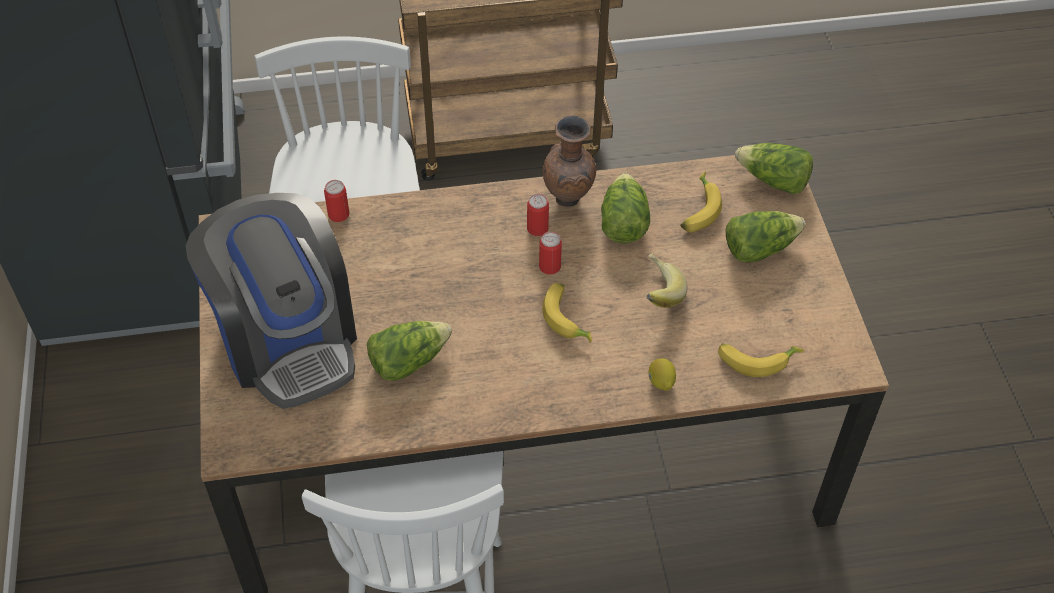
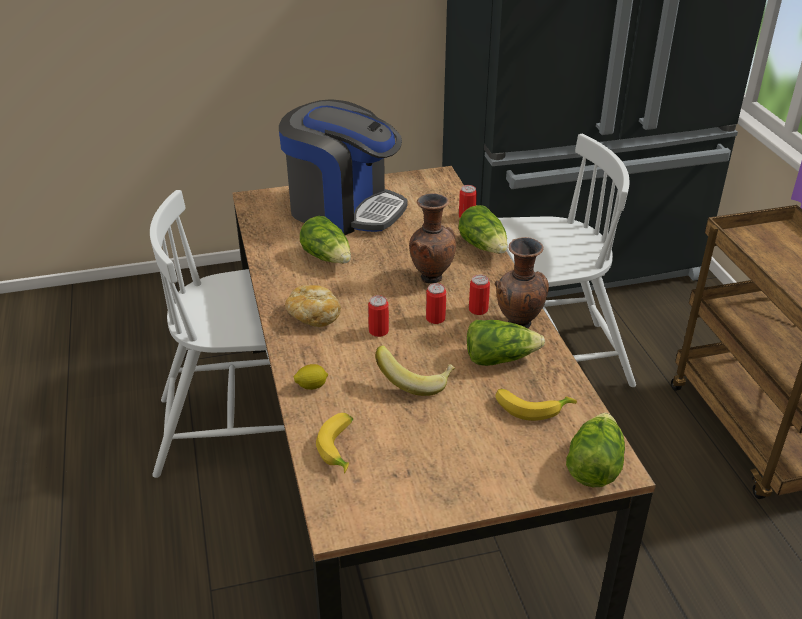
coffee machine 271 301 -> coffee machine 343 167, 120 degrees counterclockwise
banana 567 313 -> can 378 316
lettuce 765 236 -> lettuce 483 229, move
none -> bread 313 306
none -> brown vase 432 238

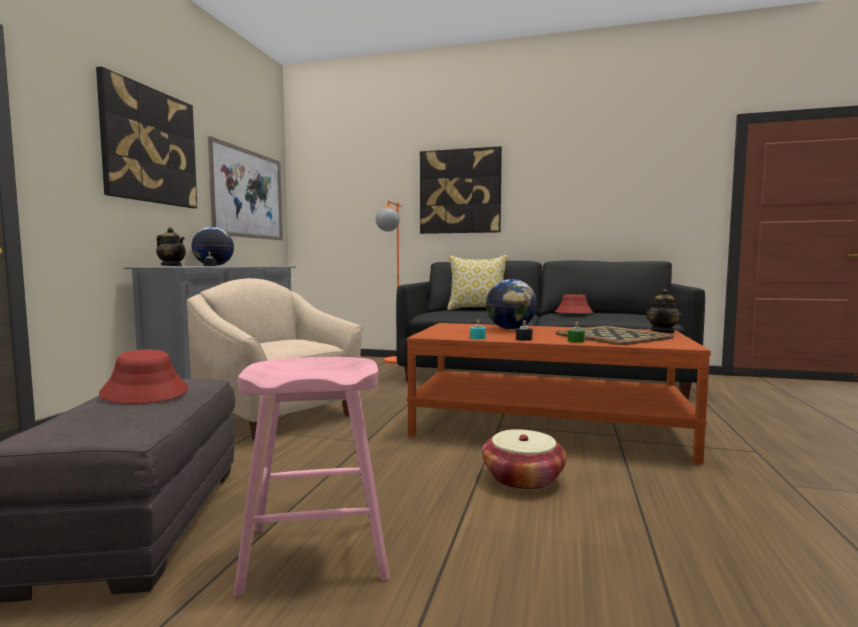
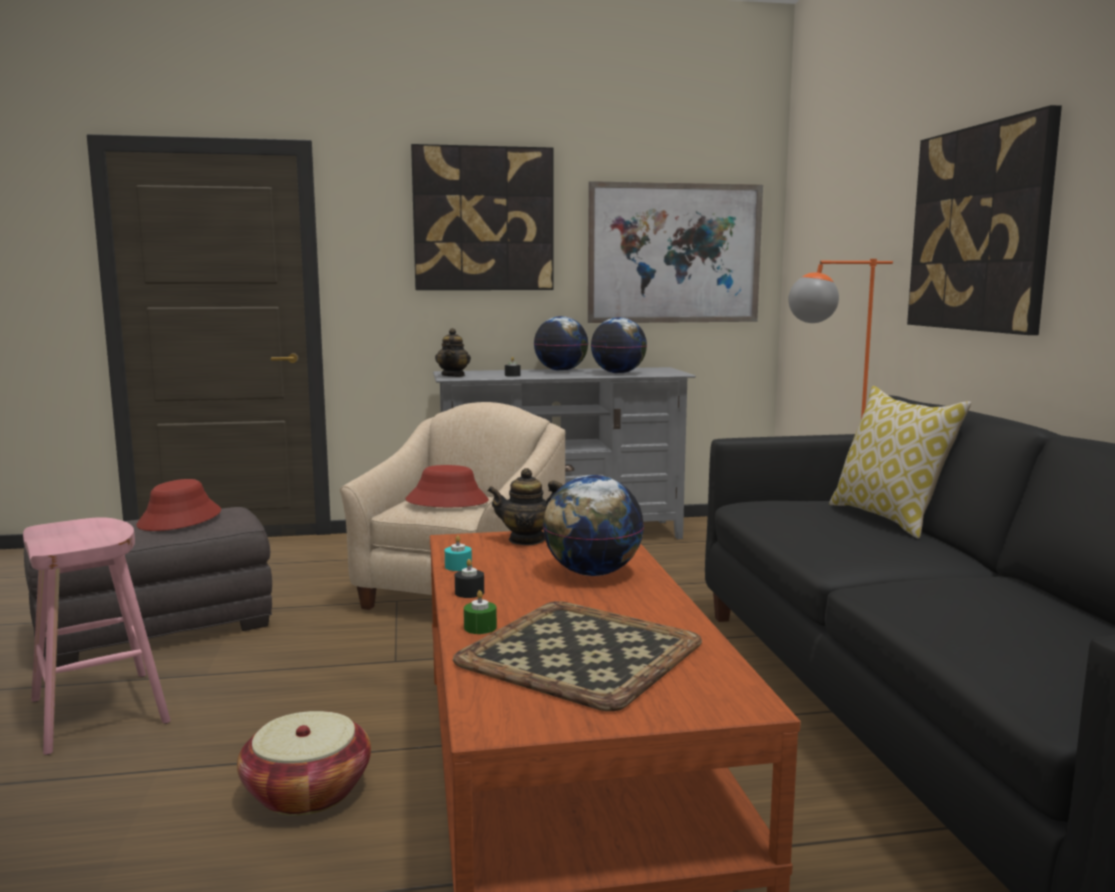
red hat 574 303 -> red hat 447 486, move
teapot 664 311 -> teapot 524 506, move
none -> globe 619 345

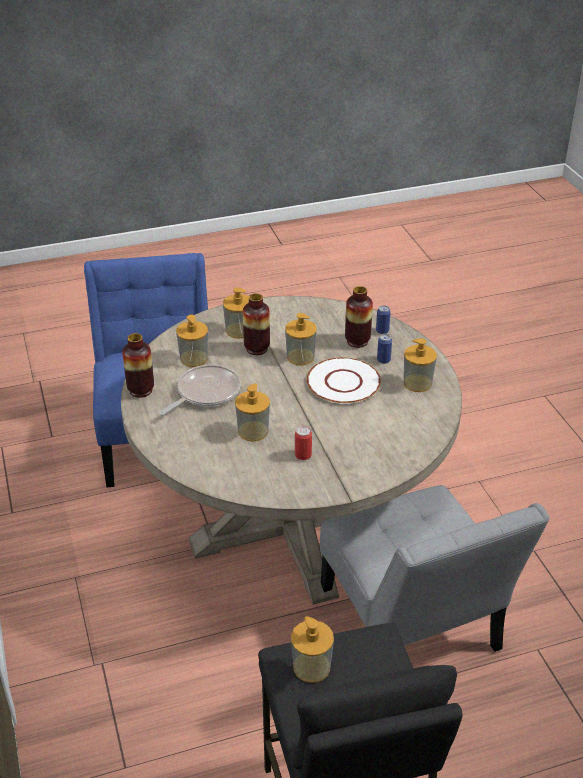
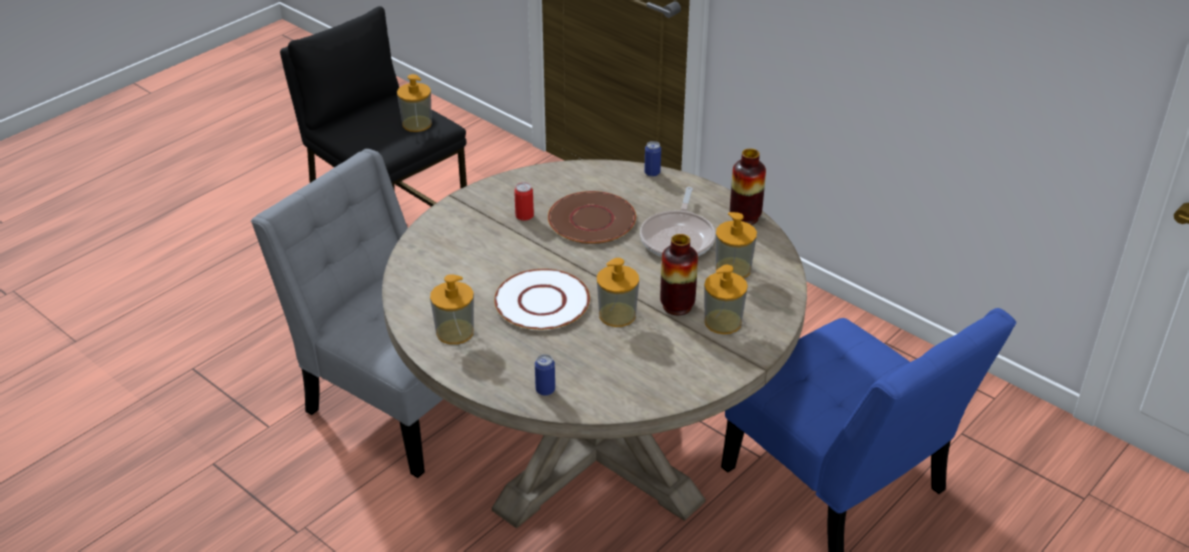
soap dispenser 252 412 -> brown plate 592 217
vase 359 317 -> none
can 384 349 -> can 652 159, move

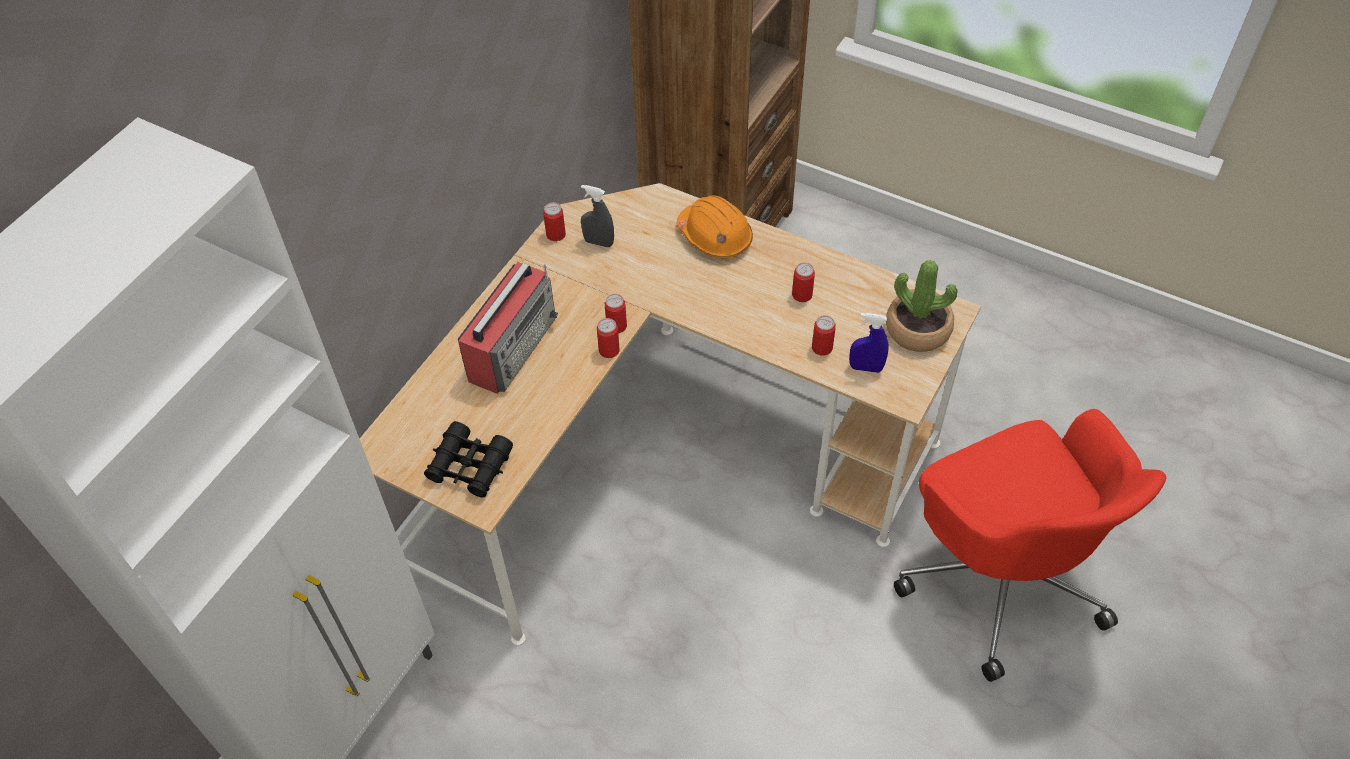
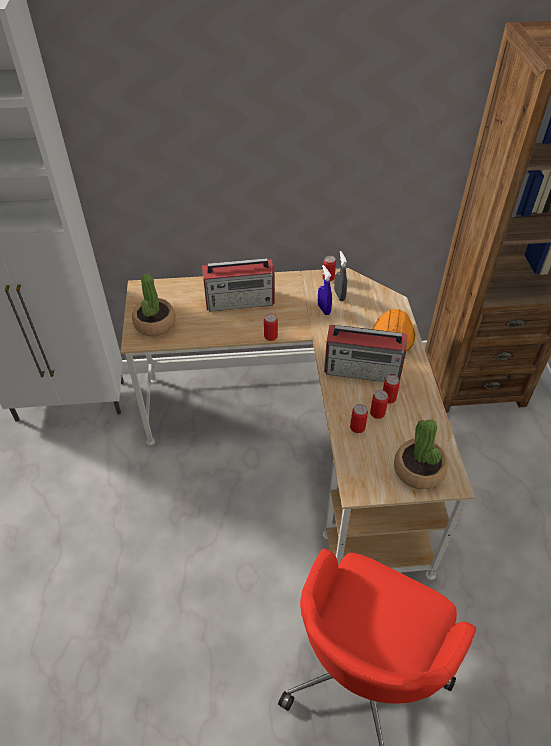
black binoculars 468 459 -> potted plant 154 305
can 616 313 -> can 379 404, move
blue spray bottle 869 343 -> blue spray bottle 325 290, move
none -> radio 365 353

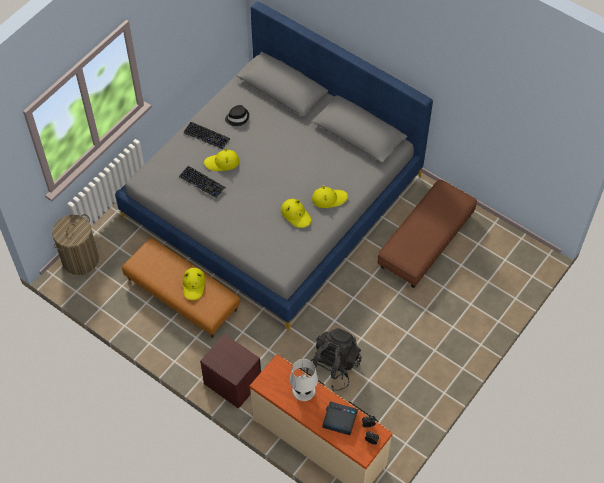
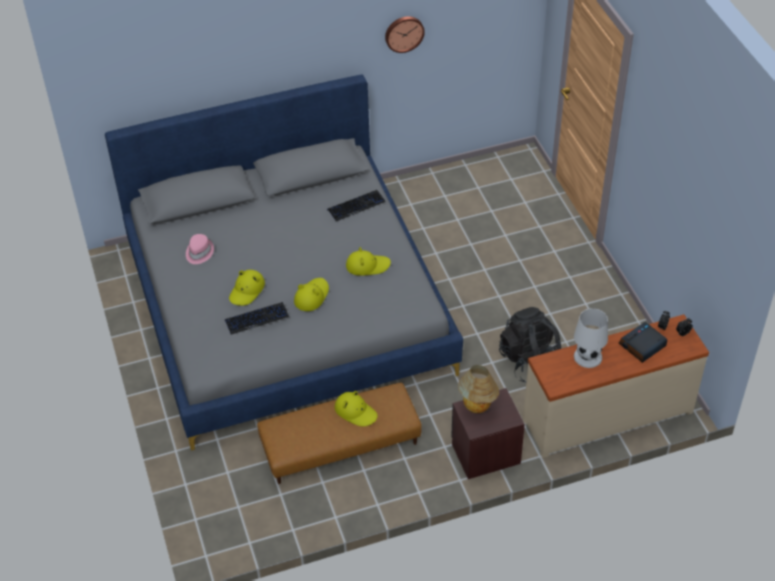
laundry basket 75 244 -> none
keyboard 206 135 -> keyboard 356 205, move
black hat 237 115 -> pink hat 200 249
yellow hat 330 196 -> yellow hat 311 294, move
brown ottoman 427 233 -> none
none -> wall clock 405 34
none -> table lamp 478 389

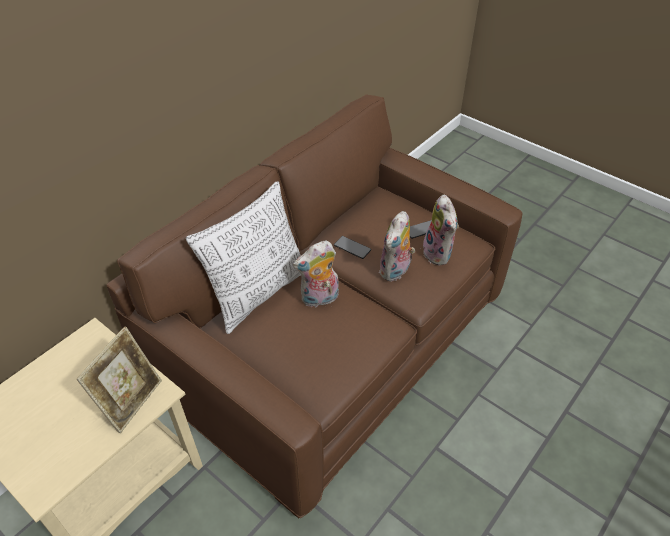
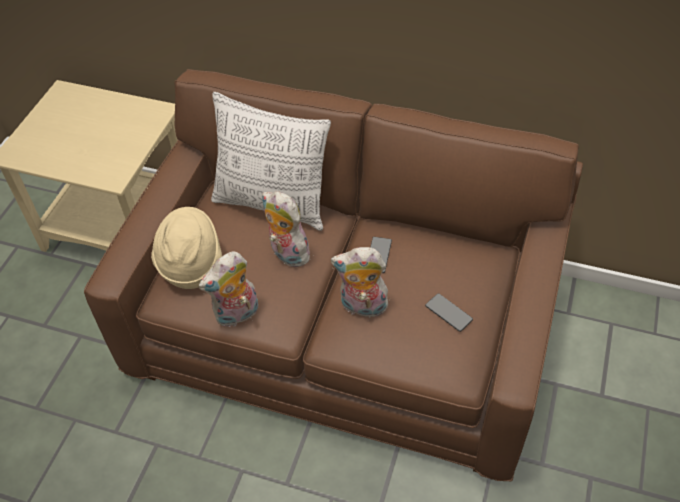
picture frame 119 379 -> none
plush toy 441 230 -> plush toy 228 289, move
none -> beige hat 186 248

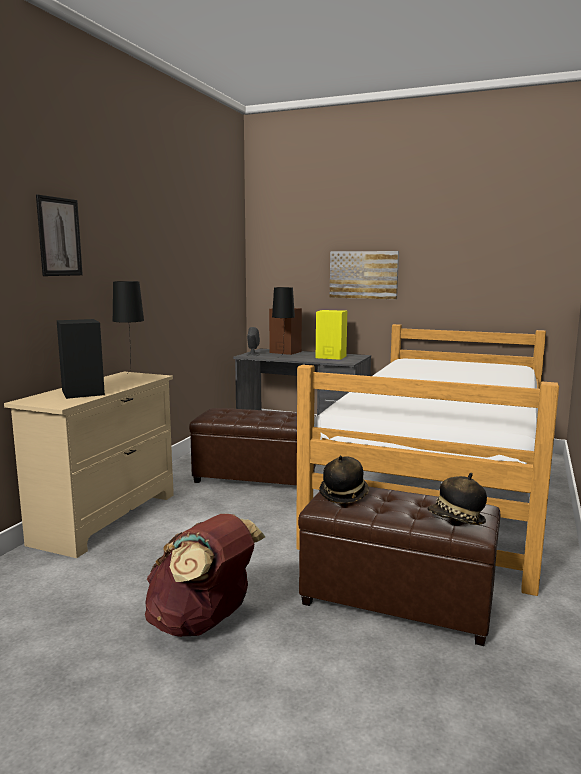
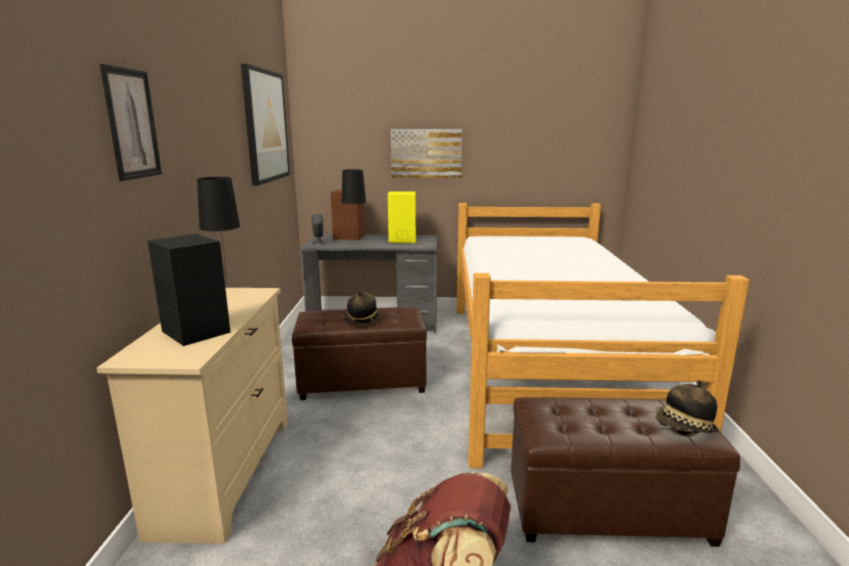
hat 344 479 -> hat 363 309, move
none -> picture 265 125

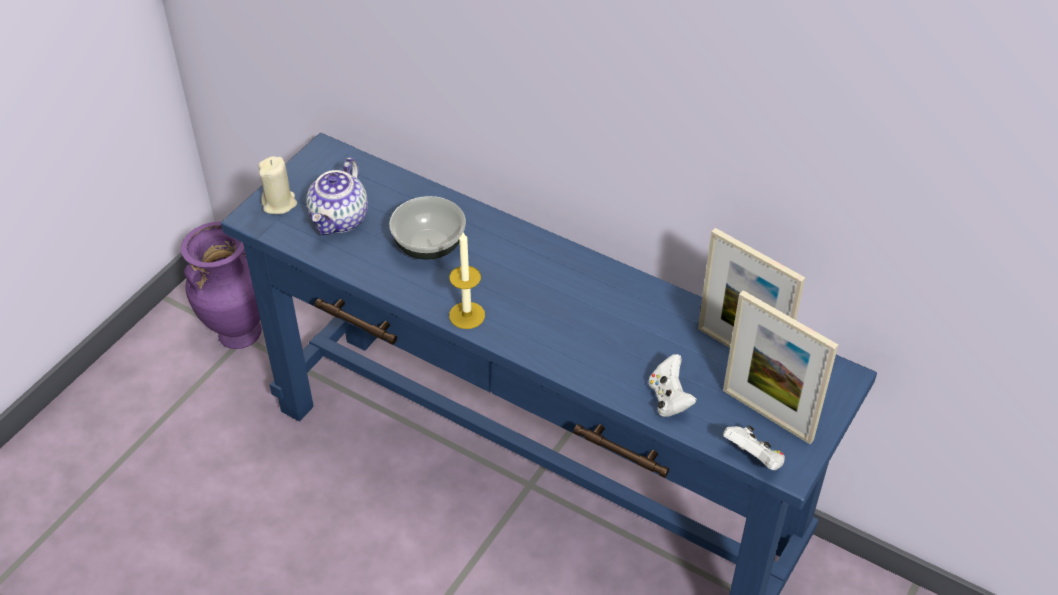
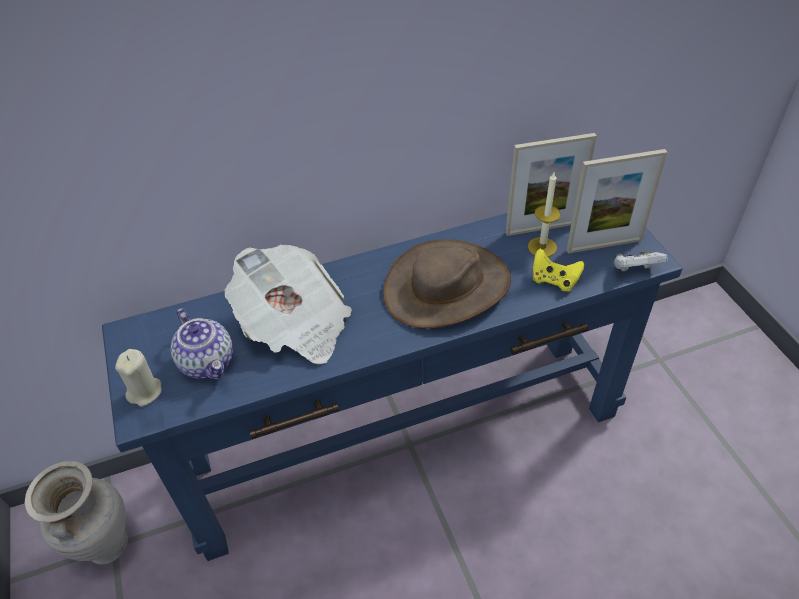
purple vase 221 285 -> beige vase 76 513
bowl 427 228 -> newspaper 288 305
candle 467 280 -> candle 544 215, move
white game controller 673 385 -> yellow game controller 558 269
none -> brown hat 447 284

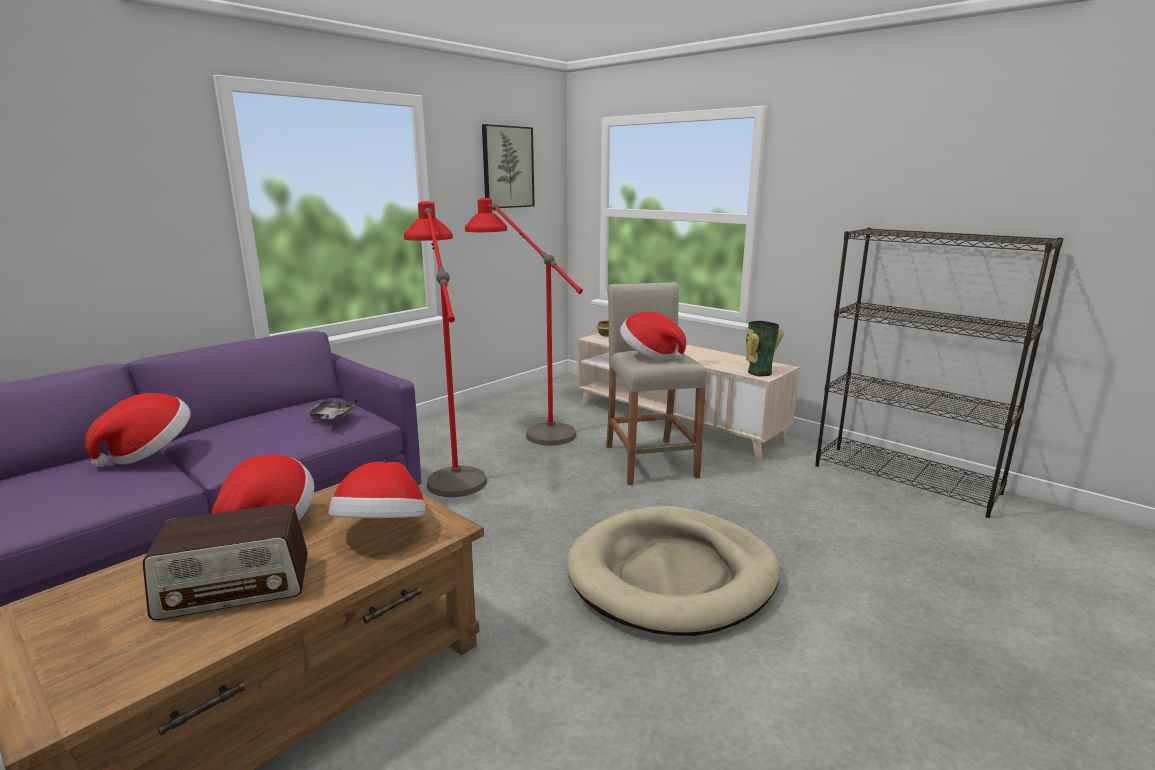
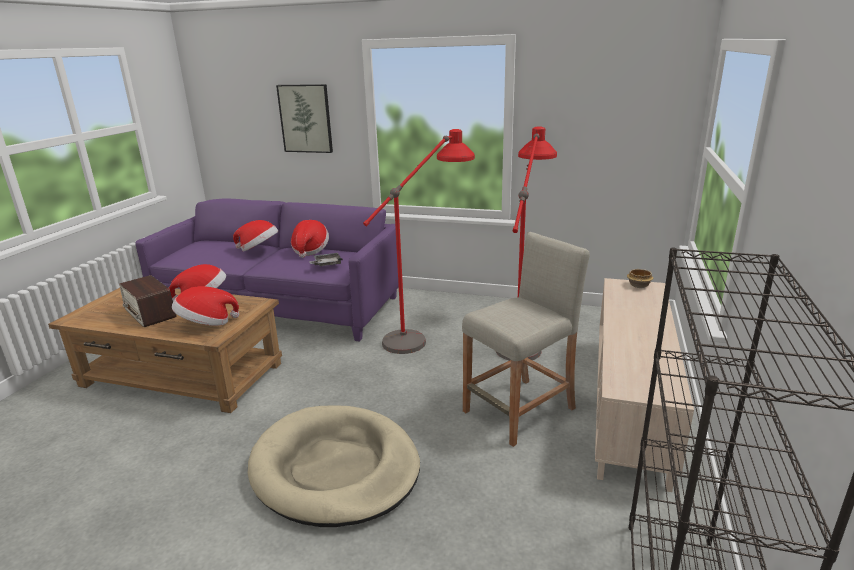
picture 508 166 -> picture 304 118, move
hat 653 336 -> hat 310 239, move
vase 765 348 -> none

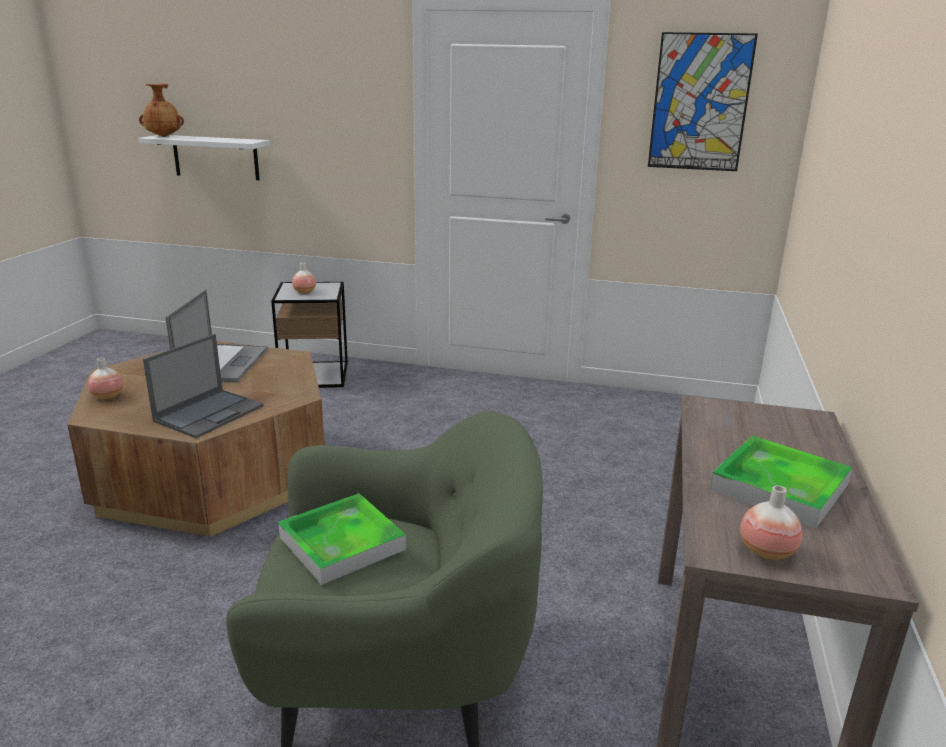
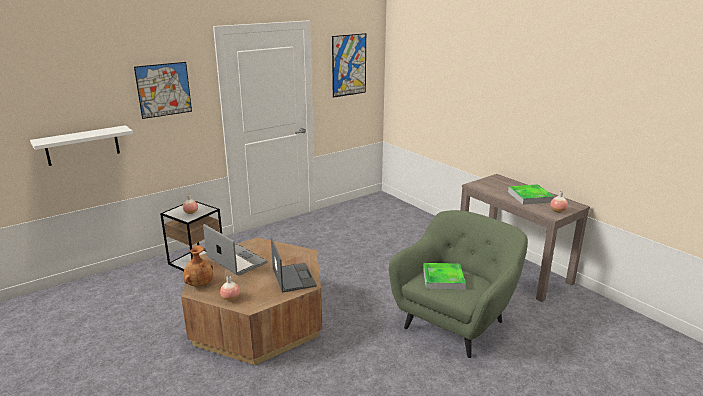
brown vase 161 110 -> brown vase 198 265, move
none -> picture 163 90

